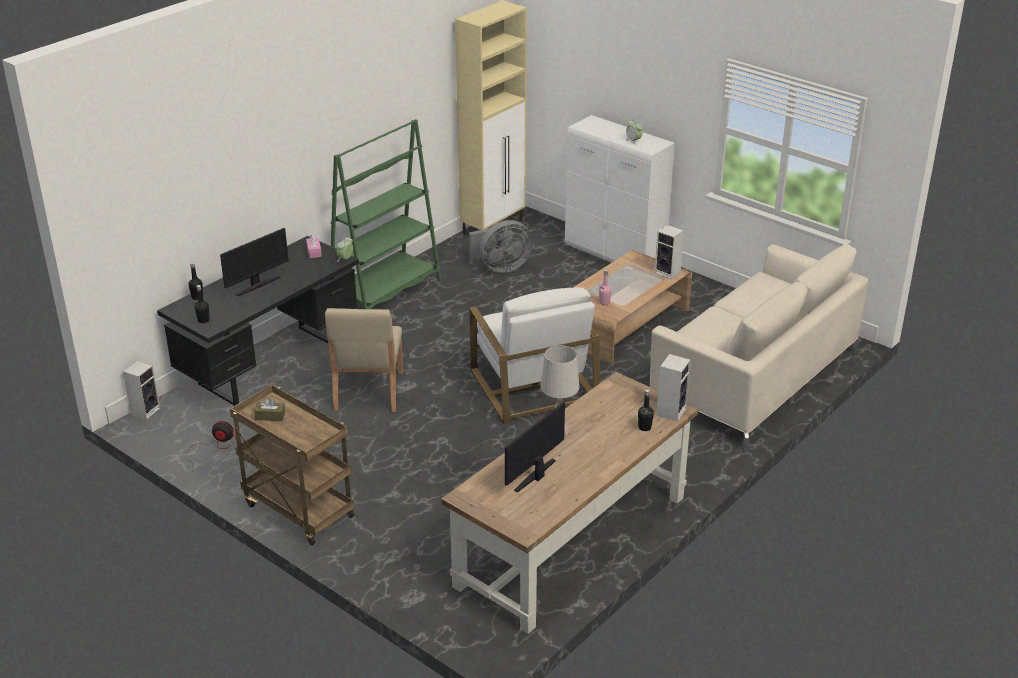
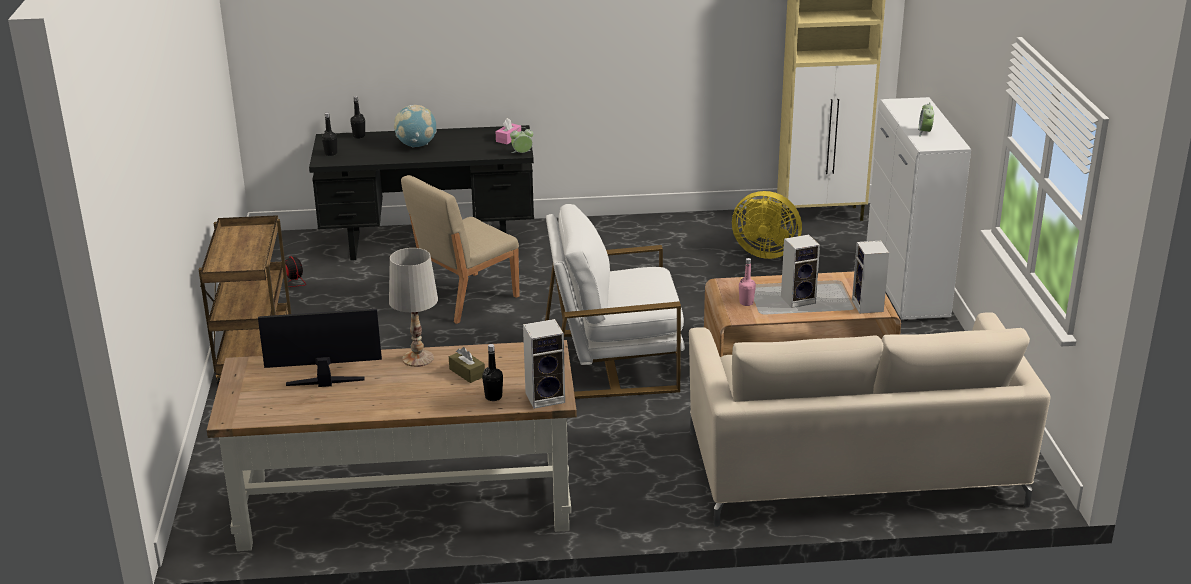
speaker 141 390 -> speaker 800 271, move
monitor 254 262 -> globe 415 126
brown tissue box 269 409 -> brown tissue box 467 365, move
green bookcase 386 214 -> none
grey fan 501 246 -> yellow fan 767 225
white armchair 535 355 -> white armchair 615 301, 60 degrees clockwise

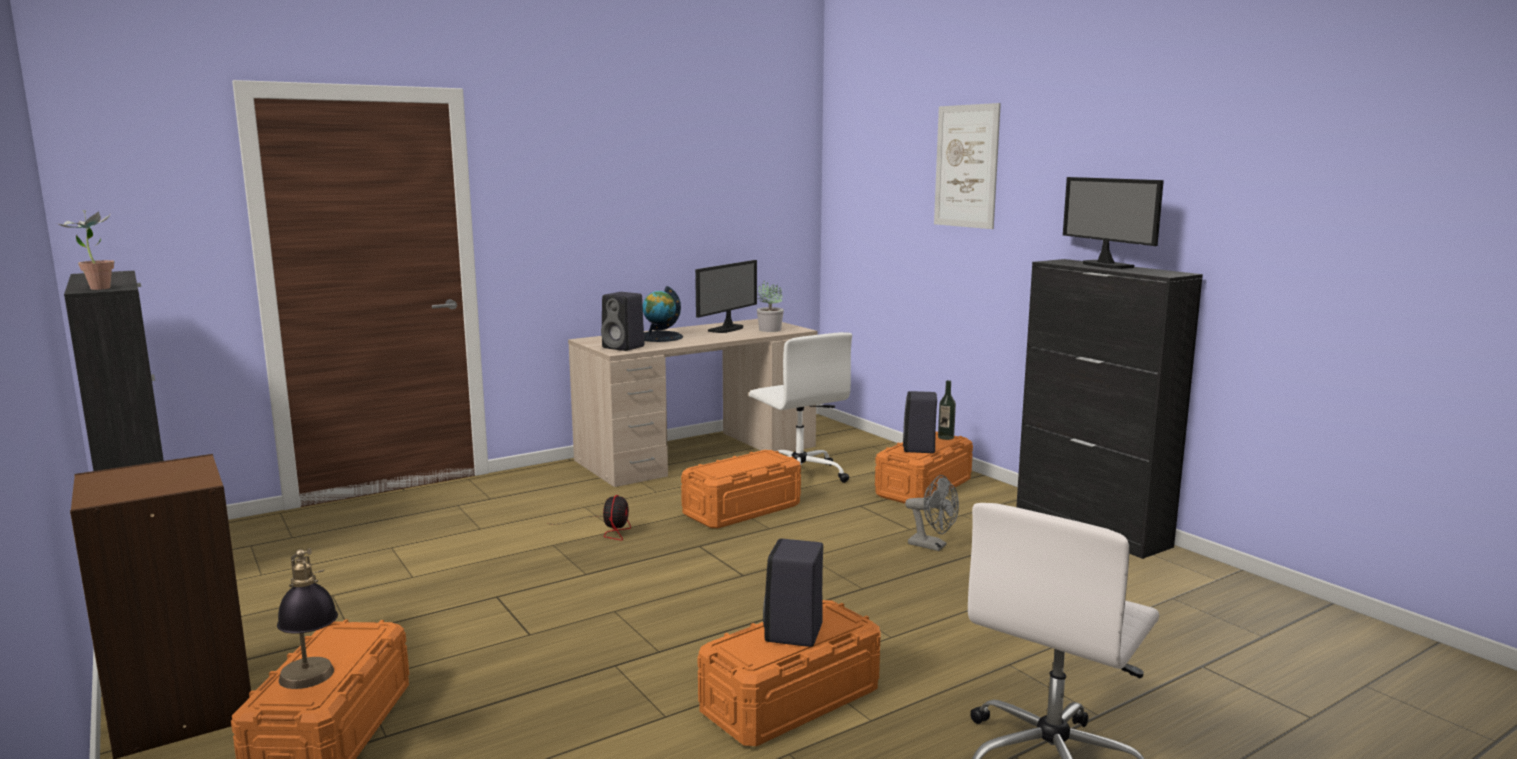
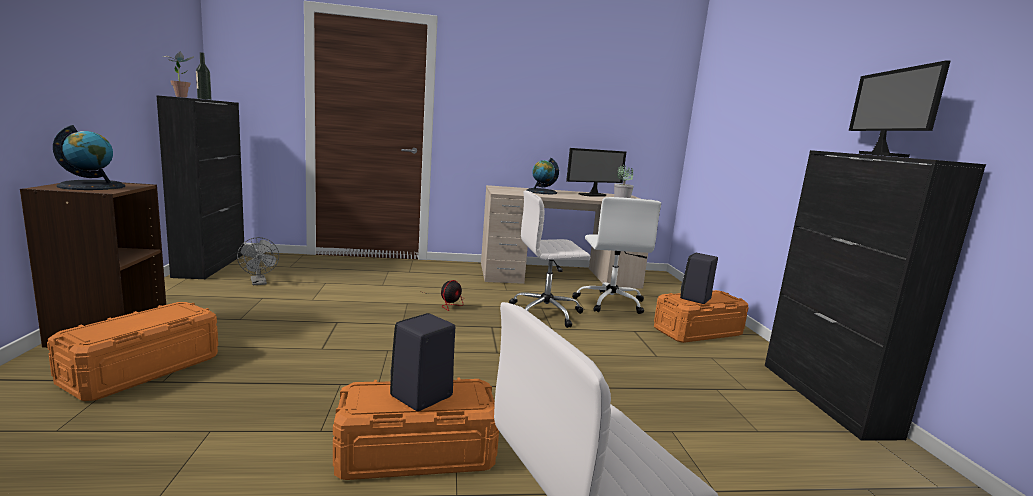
table lamp 307 618 -> none
black speaker 623 321 -> none
orange storage box 741 489 -> white office chair 549 259
grey fan 932 513 -> grey fan 258 261, move
picture 967 166 -> none
bottle 947 410 -> bottle 203 76, move
none -> globe 89 157

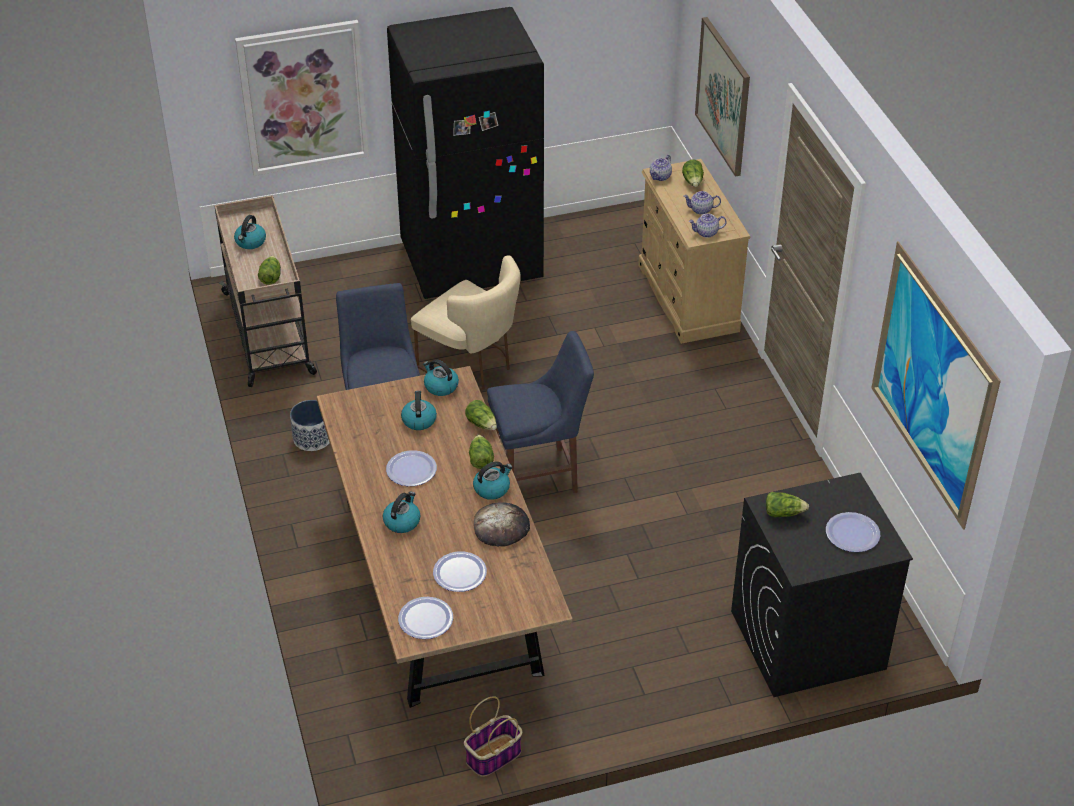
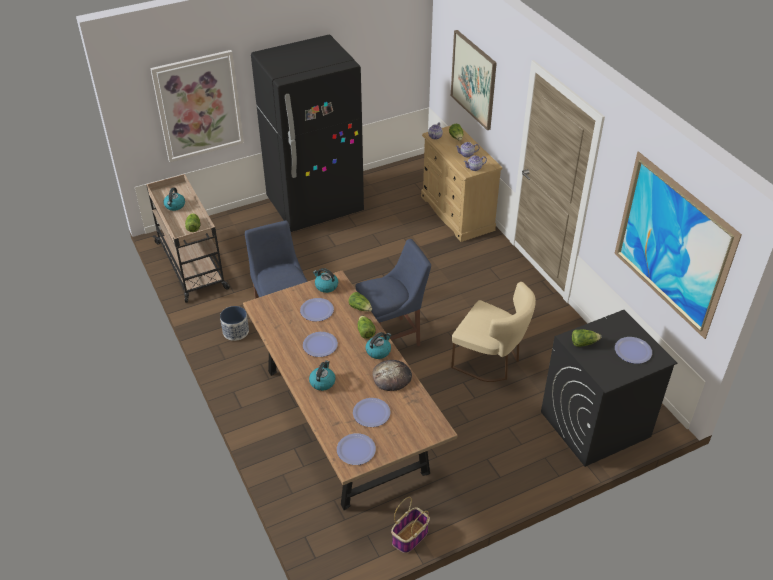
kettle 419 410 -> plate 317 309
beige chair 466 322 -> beige chair 493 332, move

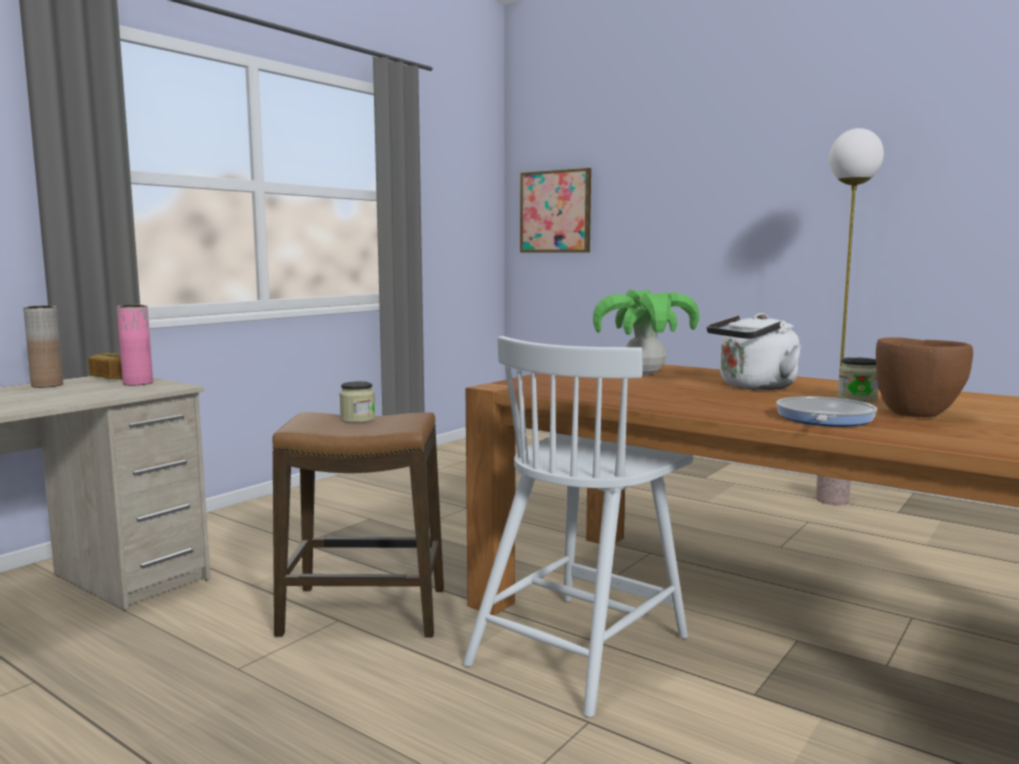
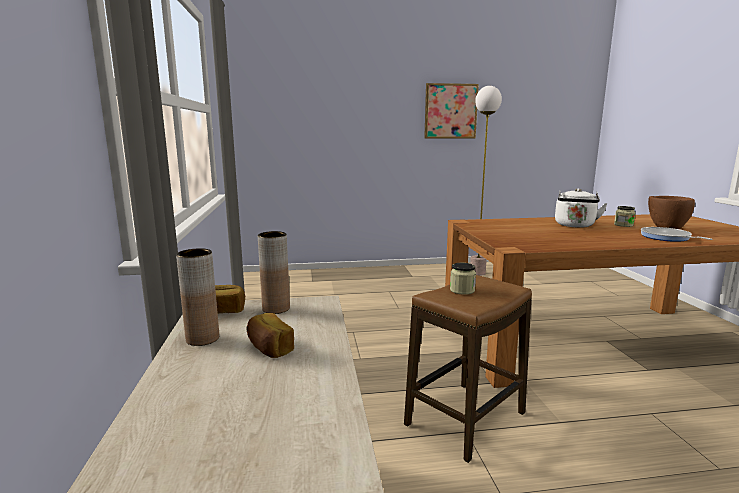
pink vase 135 345 -> brown vase 274 272
white chair 578 527 -> none
picture 555 210 -> picture 451 111, move
potted plant 646 332 -> none
none -> bread 270 335

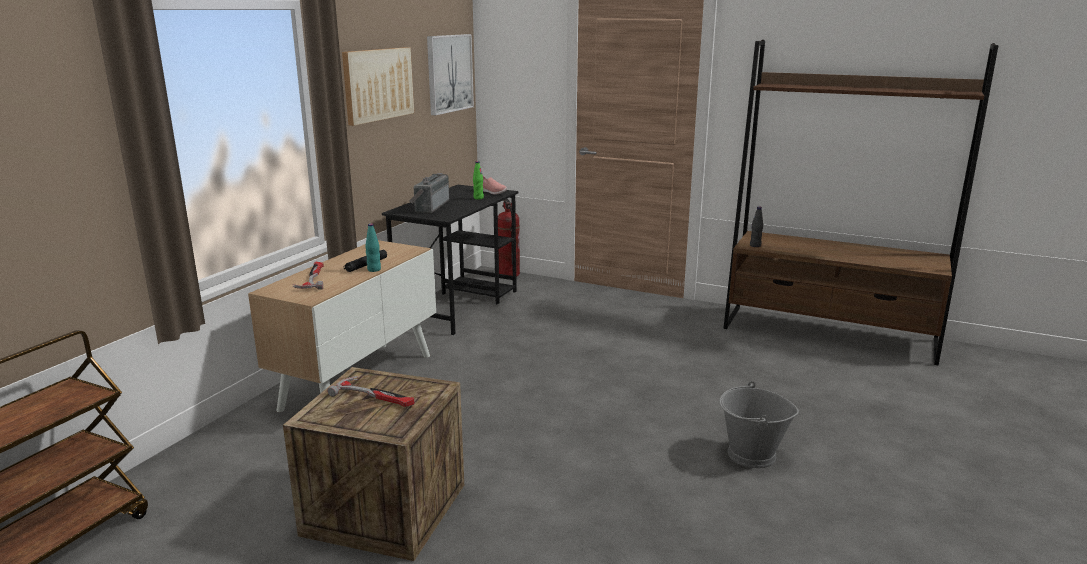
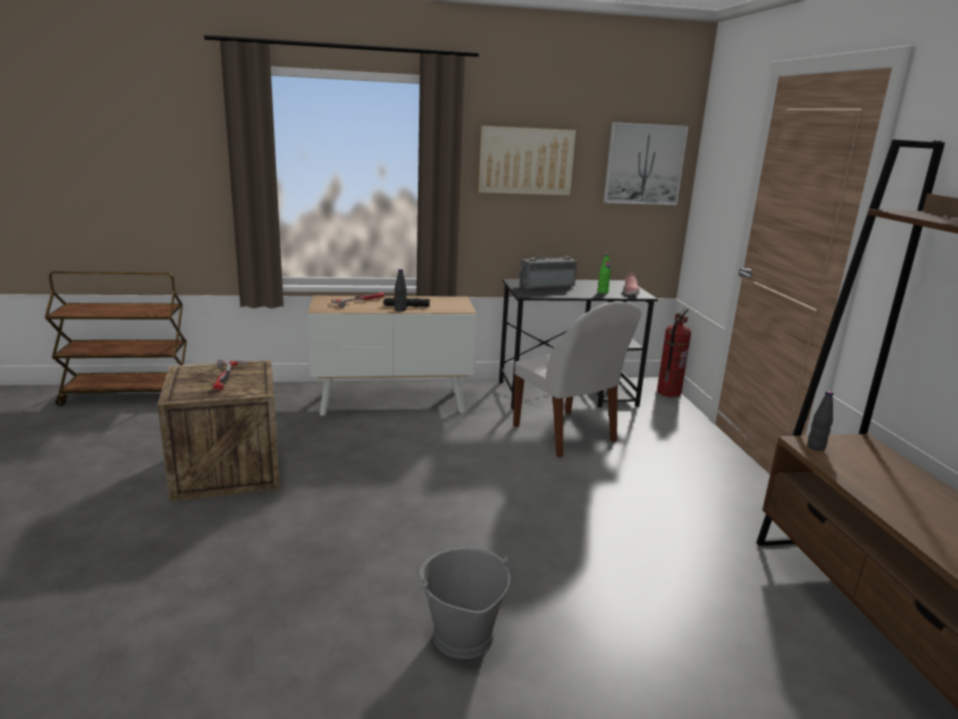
turquoise bottle 373 247 -> black bottle 400 290
none -> white chair 577 380

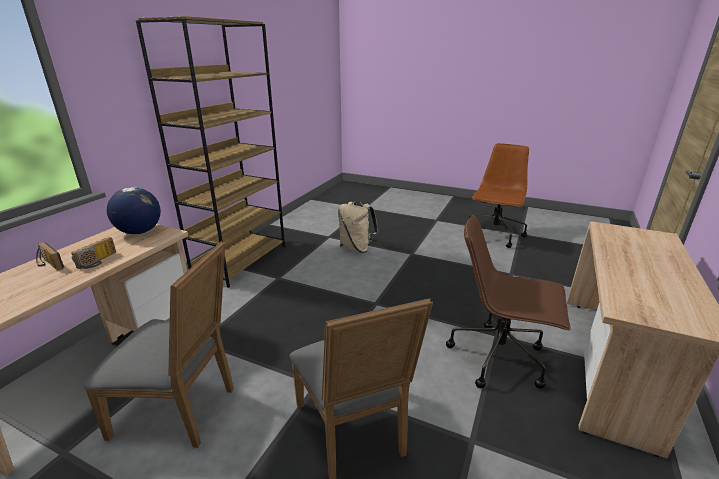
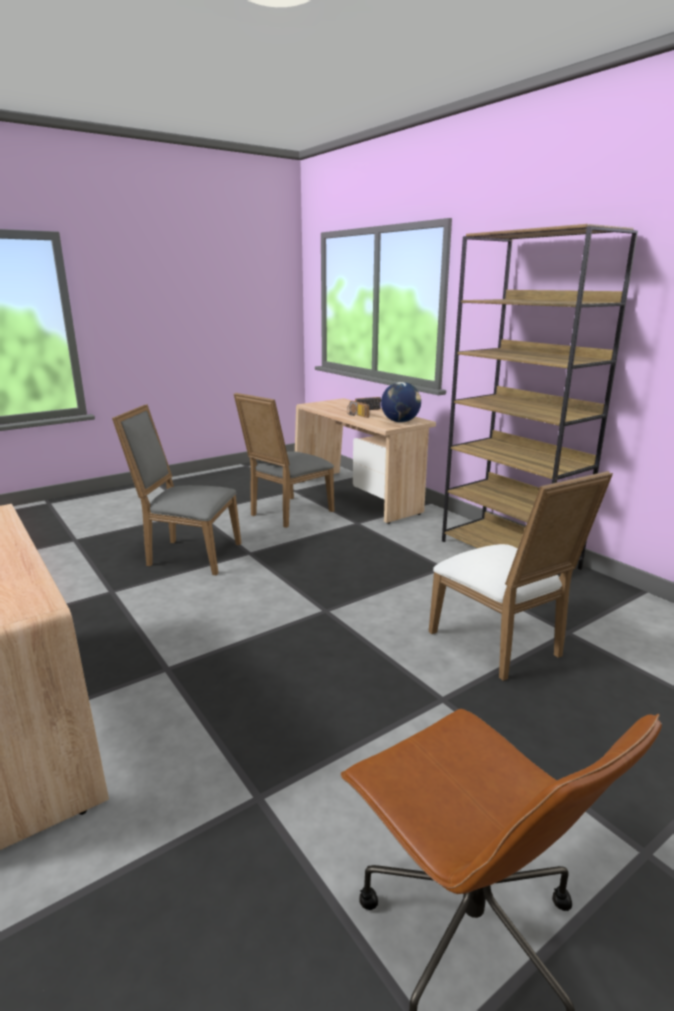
beige backpack 358 227 -> white chair 521 576
brown office chair 508 301 -> none

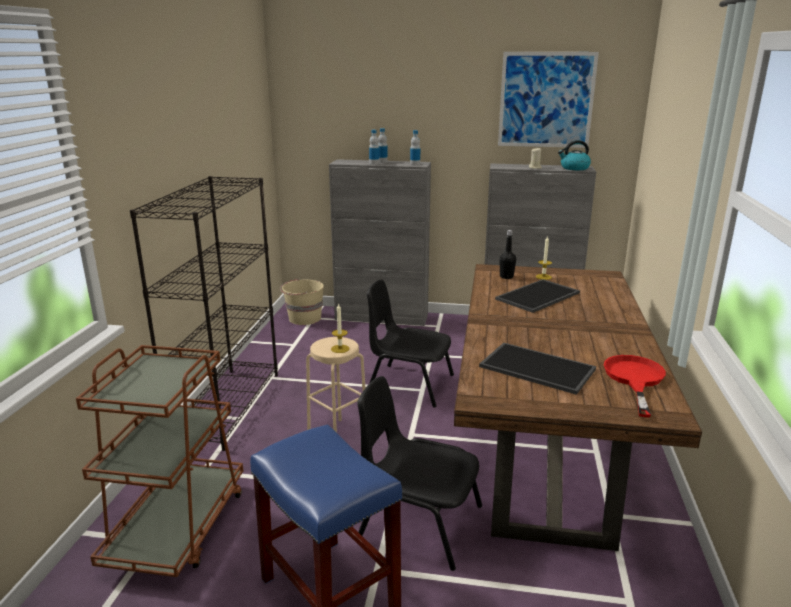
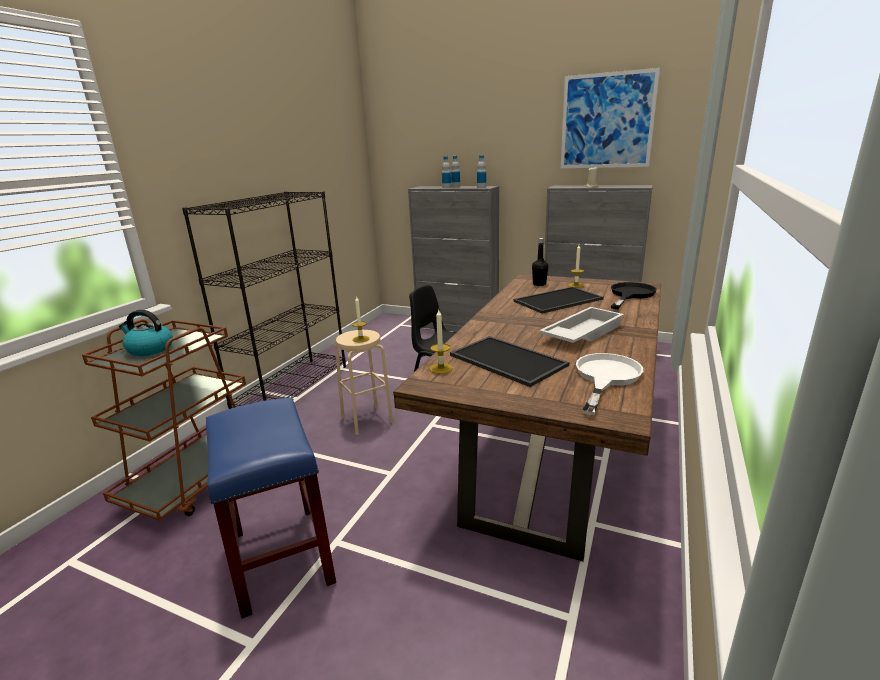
beige bucket 302 302 -> none
black chair 419 473 -> none
kettle 574 155 -> kettle 146 333, move
red frying pan 635 386 -> white frying pan 609 384
none -> candle 441 342
none -> white tray 581 325
none -> black frying pan 634 295

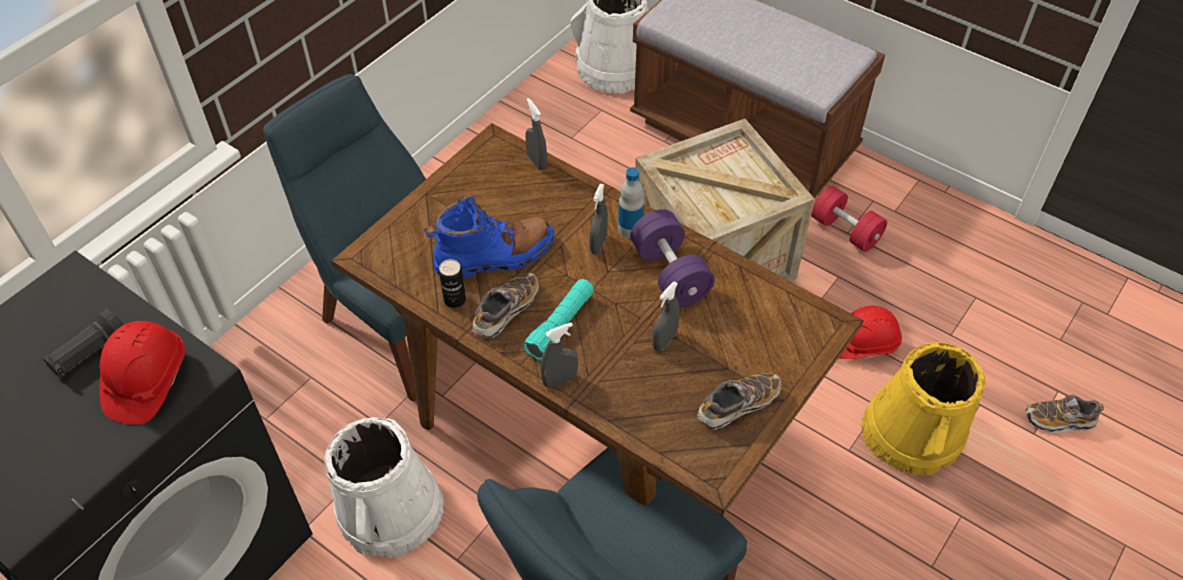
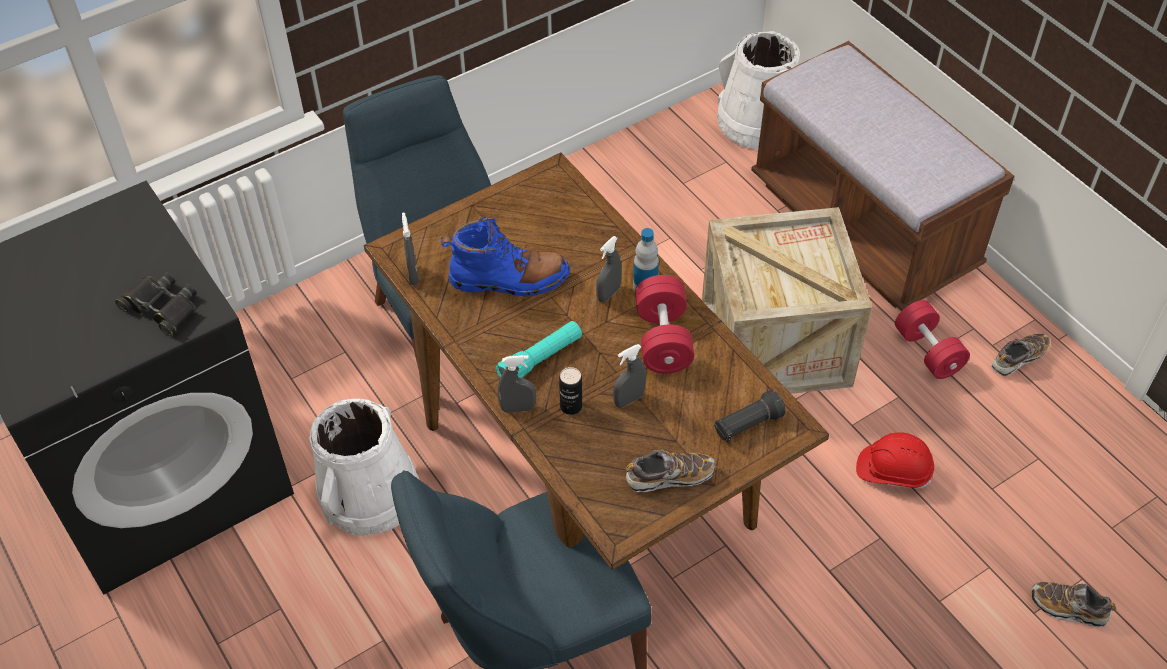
black flashlight 83 343 -> black flashlight 750 416, move
red hard hat 143 373 -> black binoculars 156 304
can 452 283 -> can 570 391, move
shoe 505 305 -> shoe 1020 355, move
grey spray bottle 536 134 -> grey spray bottle 410 249, move
purple dumbbell 672 258 -> red dumbbell 664 324
yellow bucket 923 408 -> none

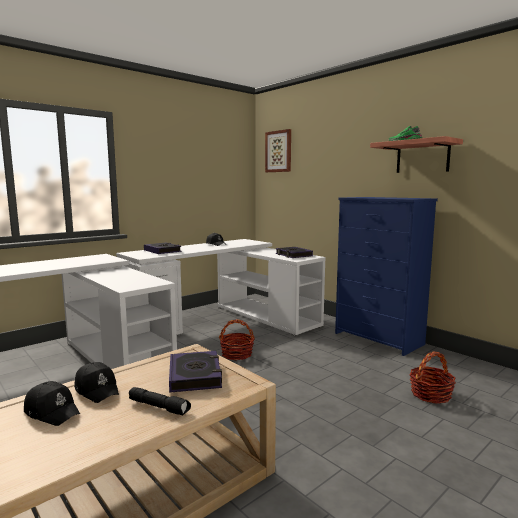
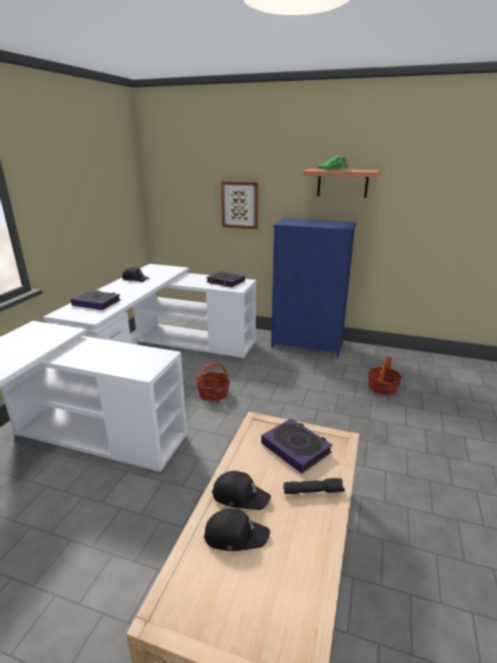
picture 278 150 -> picture 239 205, move

